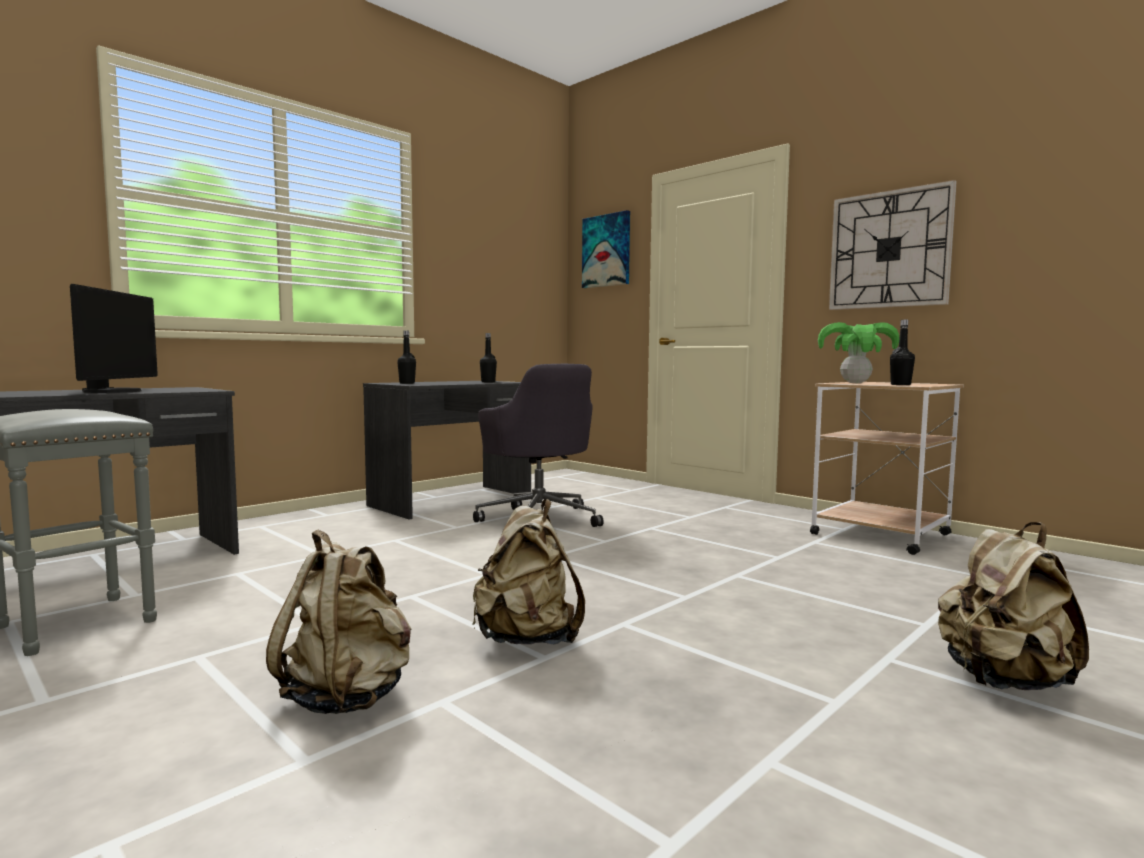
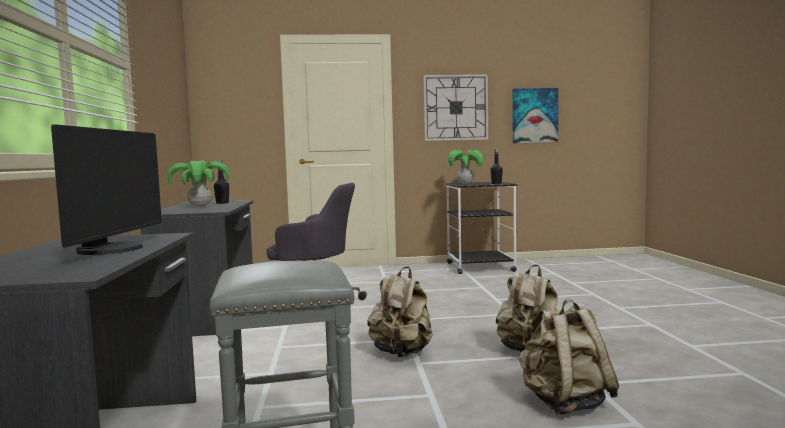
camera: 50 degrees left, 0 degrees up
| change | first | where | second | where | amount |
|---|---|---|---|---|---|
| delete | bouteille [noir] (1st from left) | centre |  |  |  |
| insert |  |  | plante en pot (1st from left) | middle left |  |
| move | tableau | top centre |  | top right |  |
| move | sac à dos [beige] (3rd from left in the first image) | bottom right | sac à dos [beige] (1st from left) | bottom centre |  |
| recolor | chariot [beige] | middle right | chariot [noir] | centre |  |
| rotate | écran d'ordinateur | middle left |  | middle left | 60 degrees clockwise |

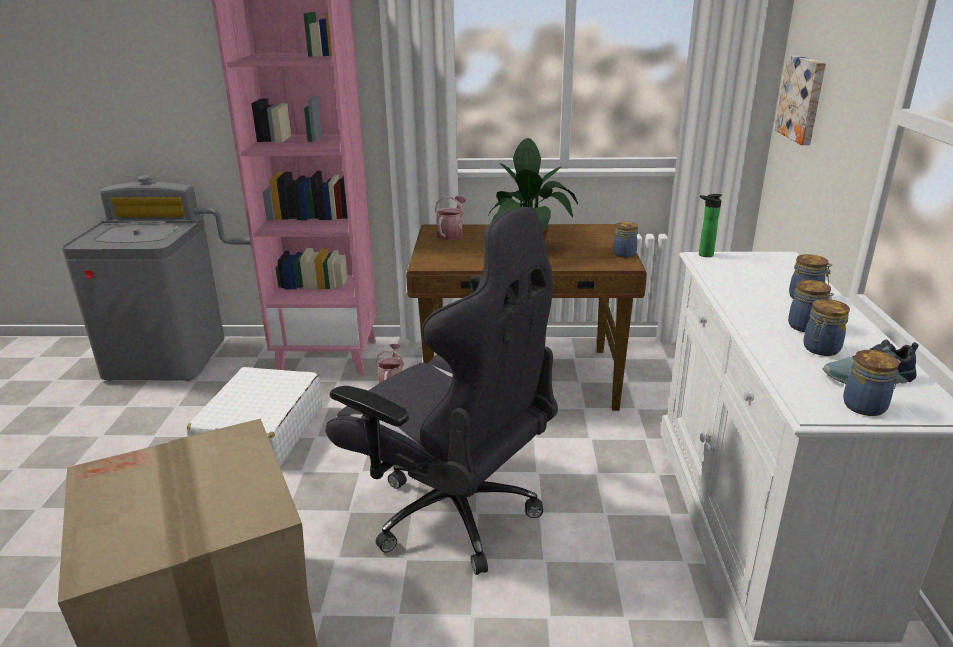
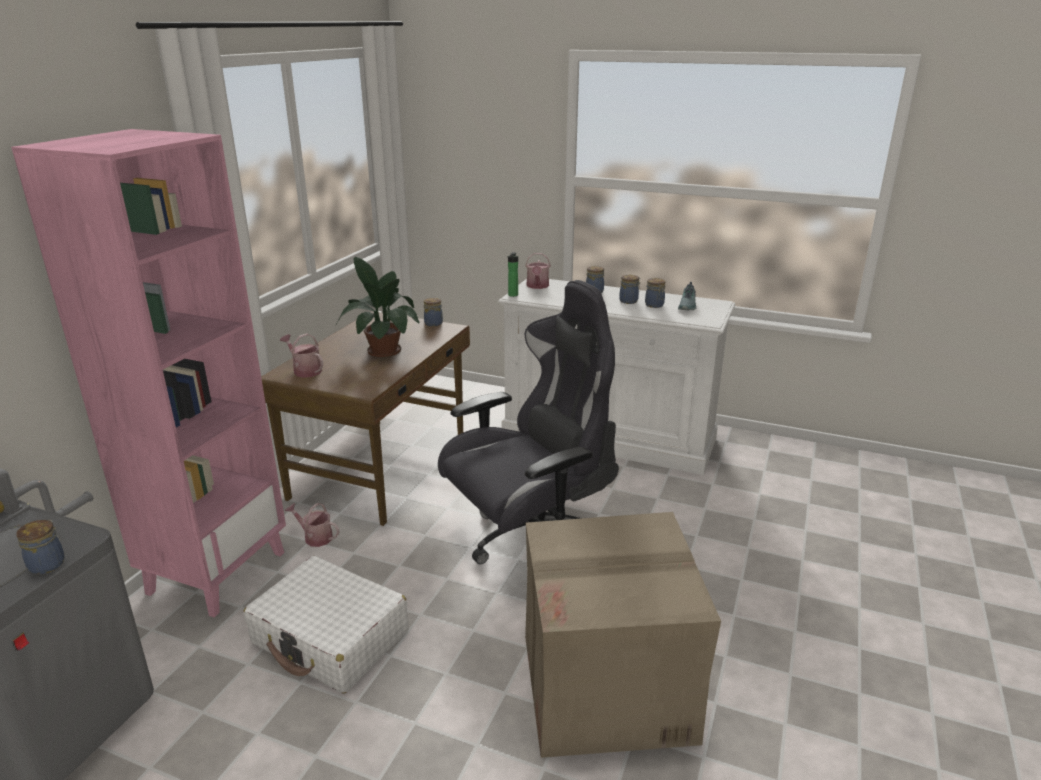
camera: 70 degrees left, 0 degrees up
| change | first | where | second | where | amount |
|---|---|---|---|---|---|
| delete | tableau | top right |  |  |  |
| insert |  |  | arrosoir (3rd from left) | centre |  |
| move | bocal (5th from left in the first image) | middle right | bocal (1st from left) | bottom left |  |

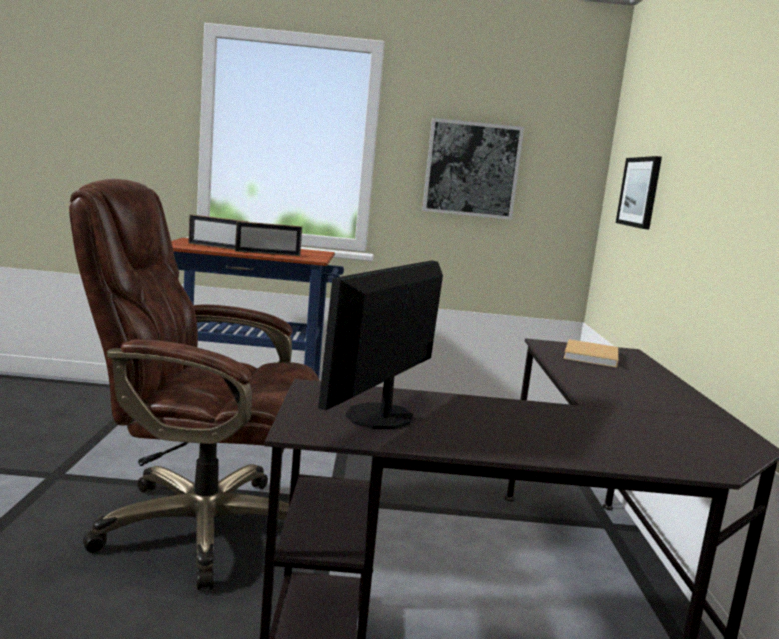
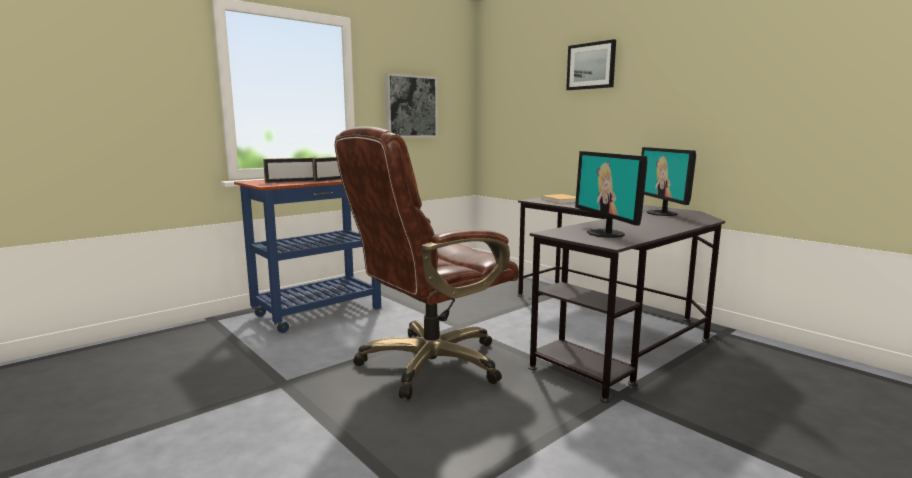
camera: 40 degrees left, 0 degrees up
| change | first | where | second | where | amount |
|---|---|---|---|---|---|
| insert |  |  | écran d'ordinateur (2nd from left) | middle right |  |
| move | tableau (2nd from left) | top right |  | top centre |  |

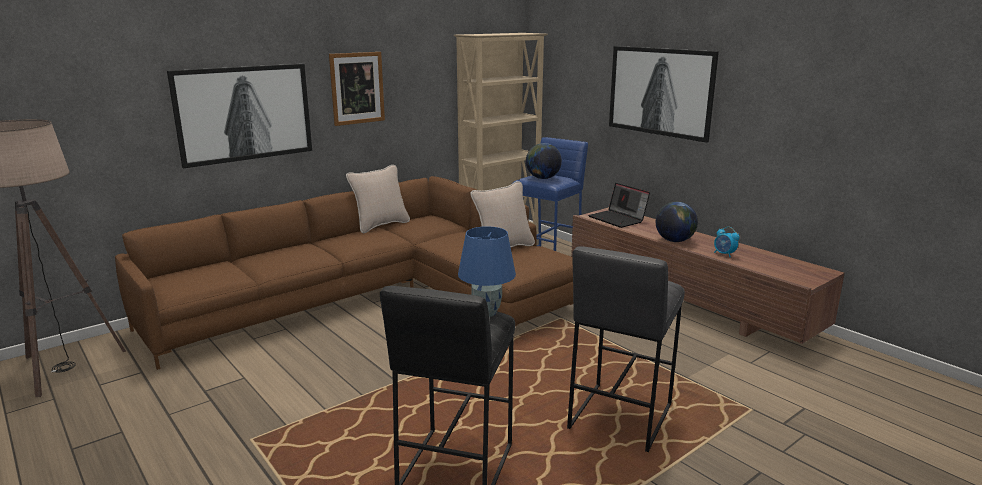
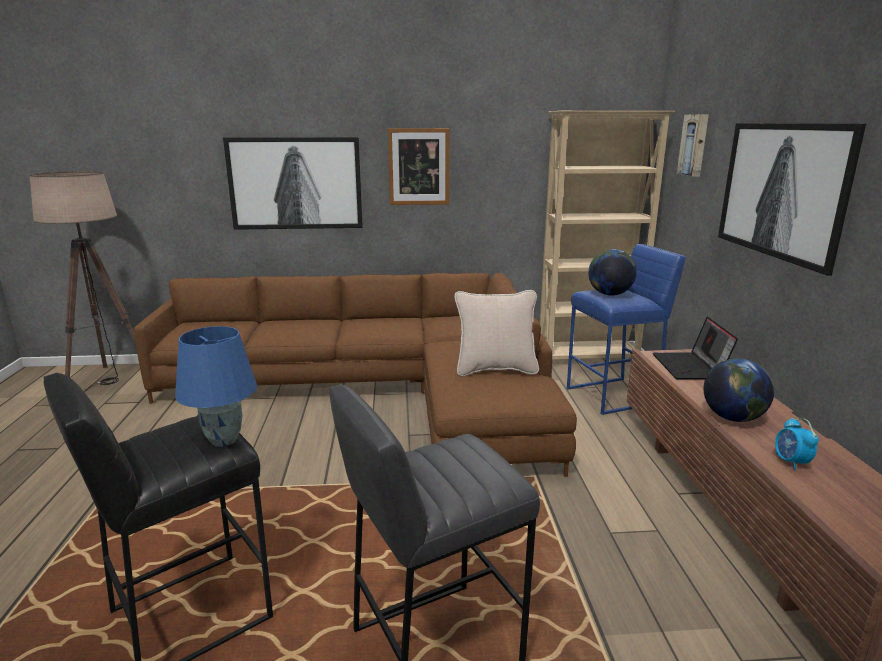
camera: 35 degrees right, 0 degrees up
| change | first | where | second | where | amount |
|---|---|---|---|---|---|
| delete | coussin [beige] (1st from left) | centre |  |  |  |
| insert |  |  | tableau (3rd from left) | top right |  |

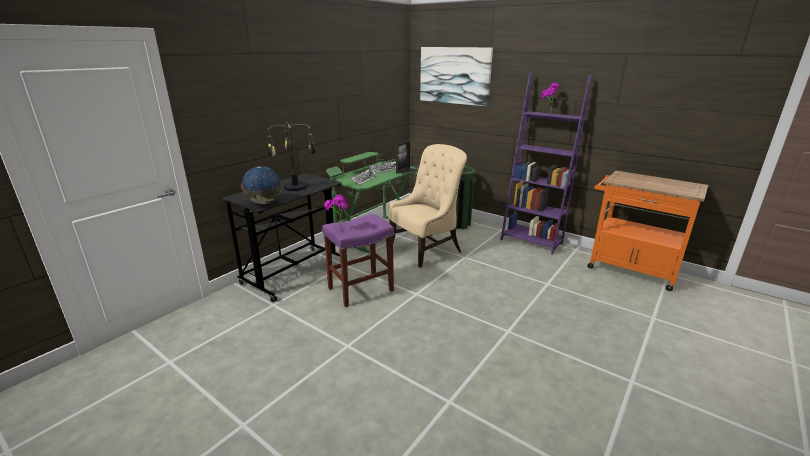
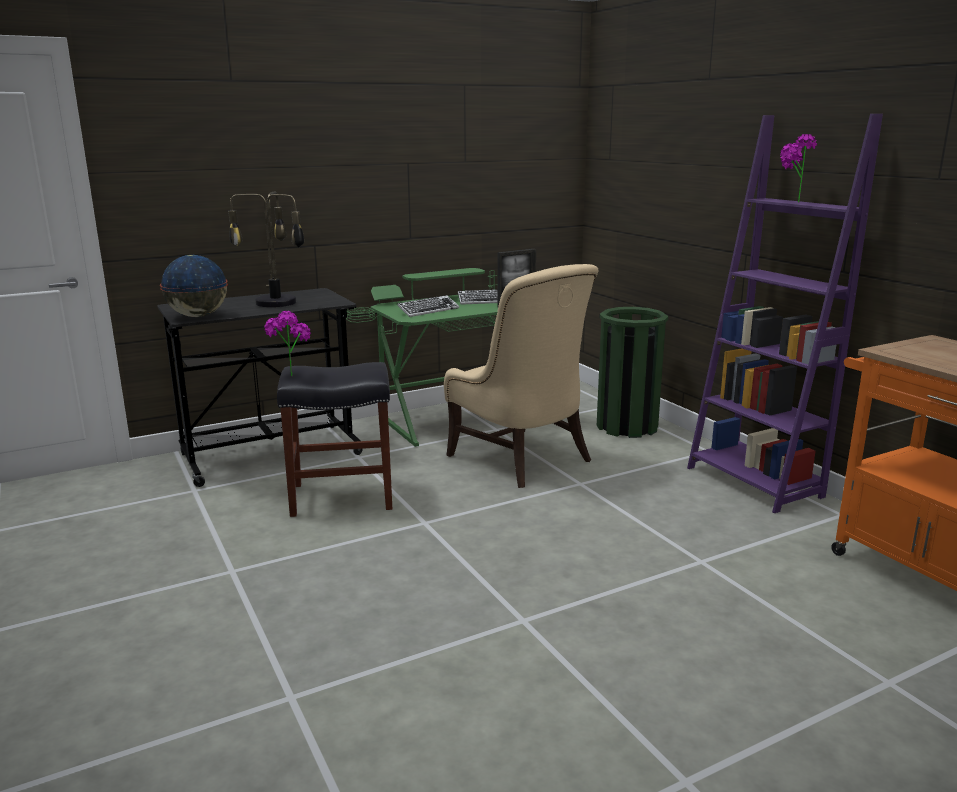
camera: 25 degrees right, 5 degrees down
| change | first | where | second | where | amount |
|---|---|---|---|---|---|
| delete | tableau | top centre |  |  |  |
| recolor | tabouret [violet] | centre | tabouret [noir] | centre |  |
| rotate | chaise [beige] | centre |  | centre | 60 degrees clockwise |

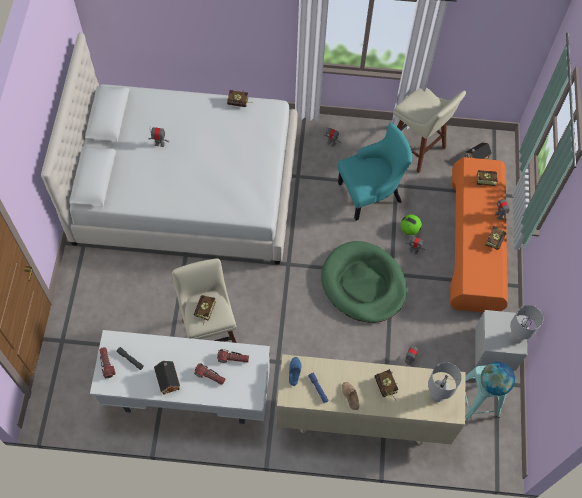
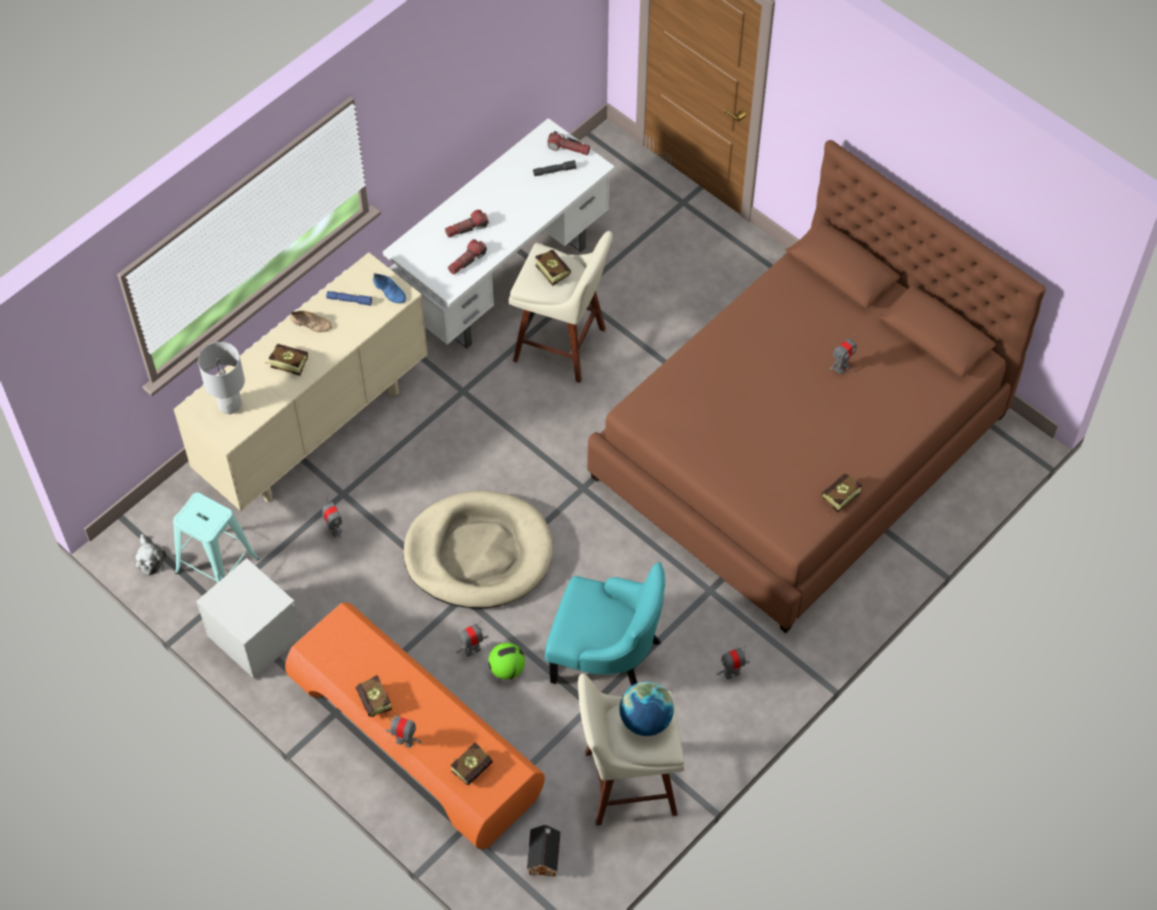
camera: 130 degrees right, 5 degrees down
| change | first | where | second | where | amount |
|---|---|---|---|---|---|
| delete | maison miniature (1st from left) | bottom left |  |  |  |
| delete | lampe de table [gris] (2nd from left) | middle right |  |  |  |
| insert |  |  | peluche | middle left |  |
| move | globe | bottom right |  | bottom centre |  |
| recolor | lit [blanc] | top left | lit [marron] | middle right |  |
| recolor | panier pour chien [vert] | centre | panier pour chien [beige] | centre |  |
| rotate | chaise [turquoise] | centre |  | bottom centre | 90 degrees counterclockwise |

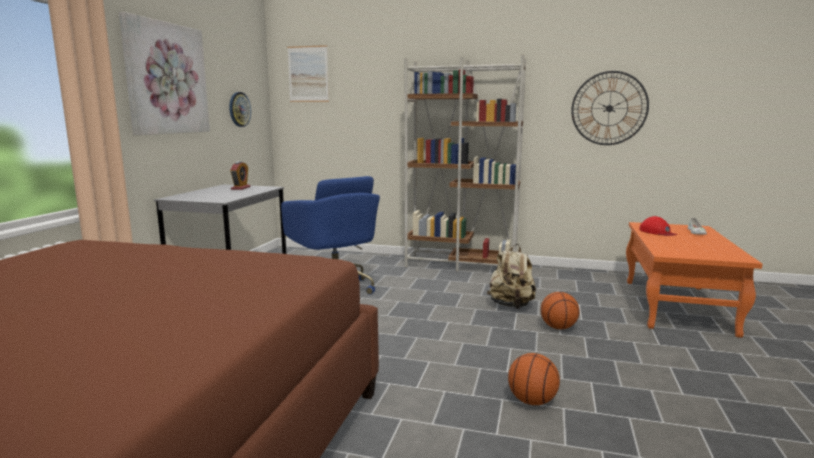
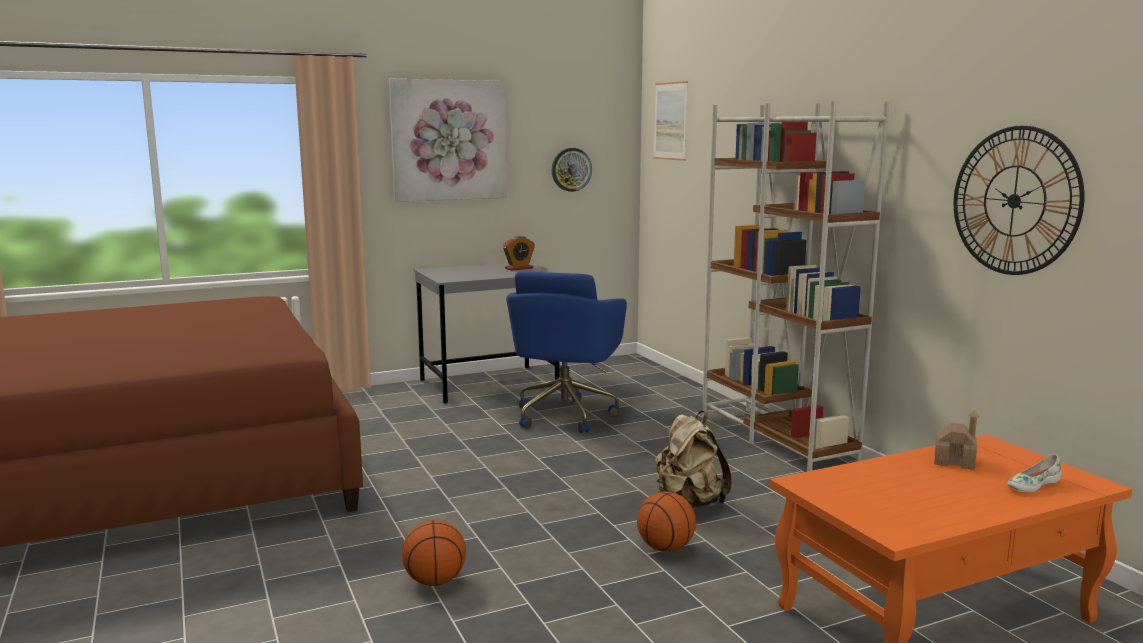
camera: 50 degrees right, 0 degrees up
| change | first | where | second | where | amount |
|---|---|---|---|---|---|
| replace | casquette [rouge] | middle right | maison miniature | bottom right |  |

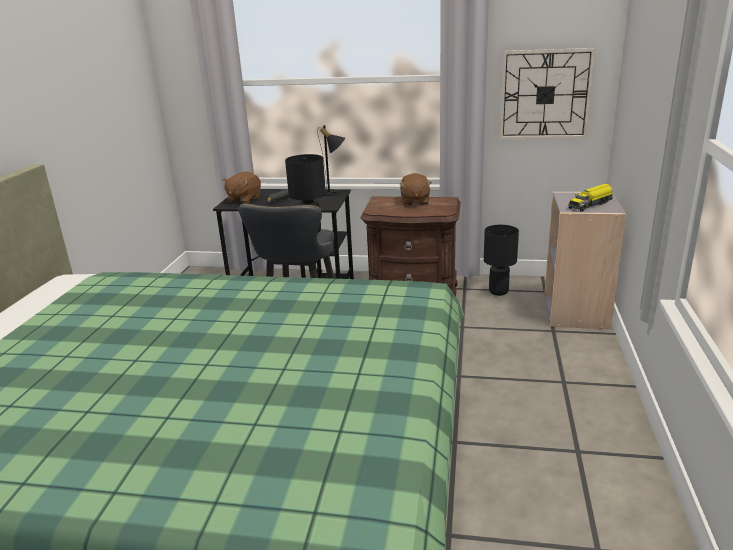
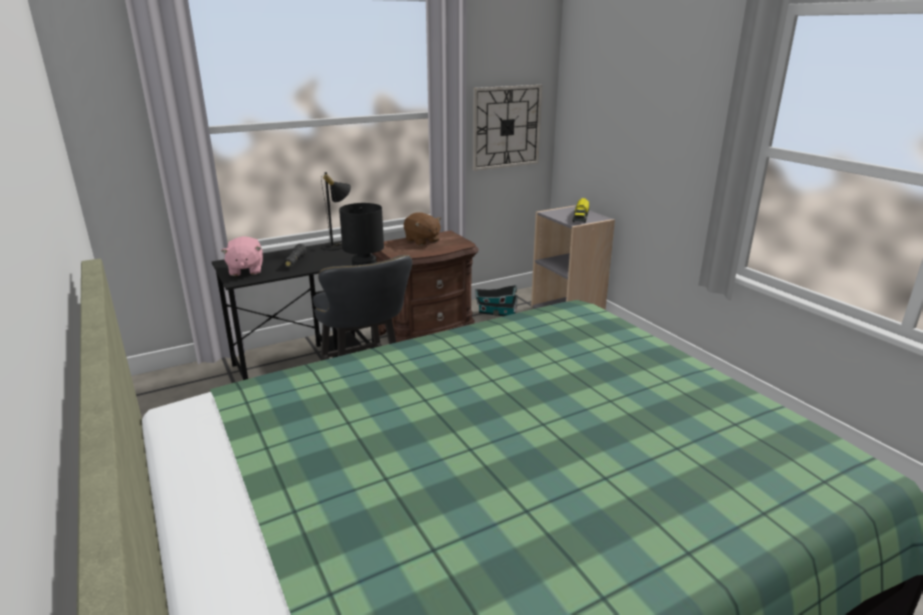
camera: 40 degrees left, 0 degrees up
| change | first | where | second | where | amount |
|---|---|---|---|---|---|
| replace | lampe de table [noir] (3rd from left) | middle right | maison miniature | centre |  |
| recolor | peluche [marron] (1st from left) | middle left | peluche [rose] | middle left |  |

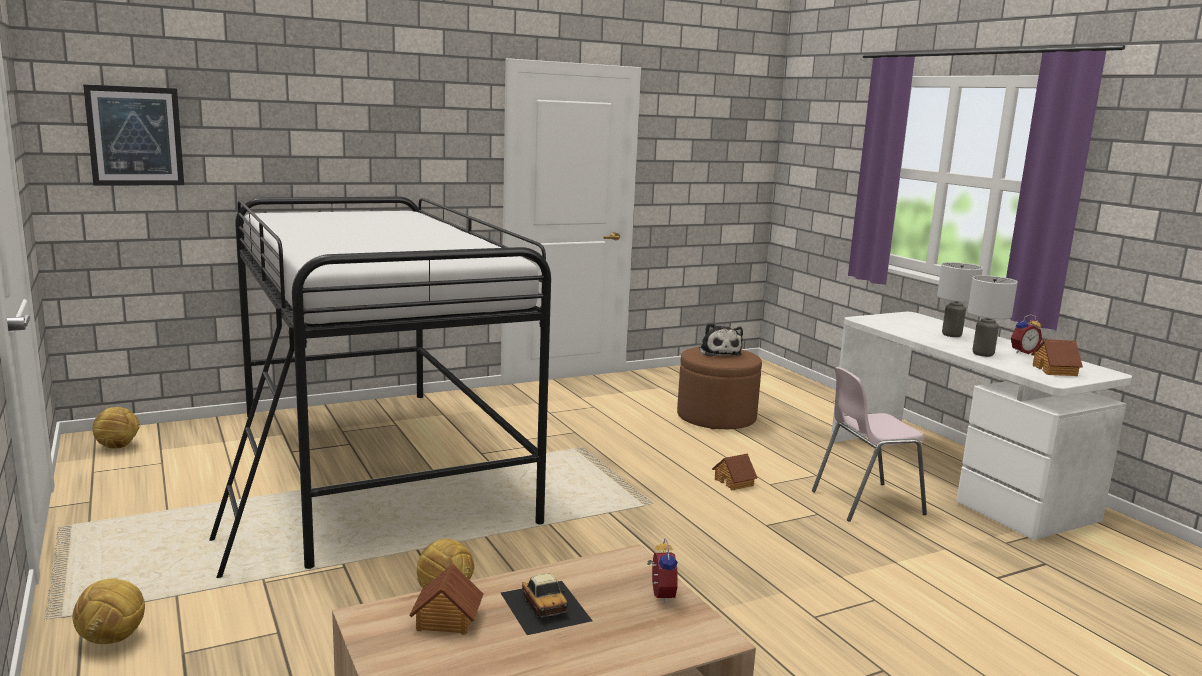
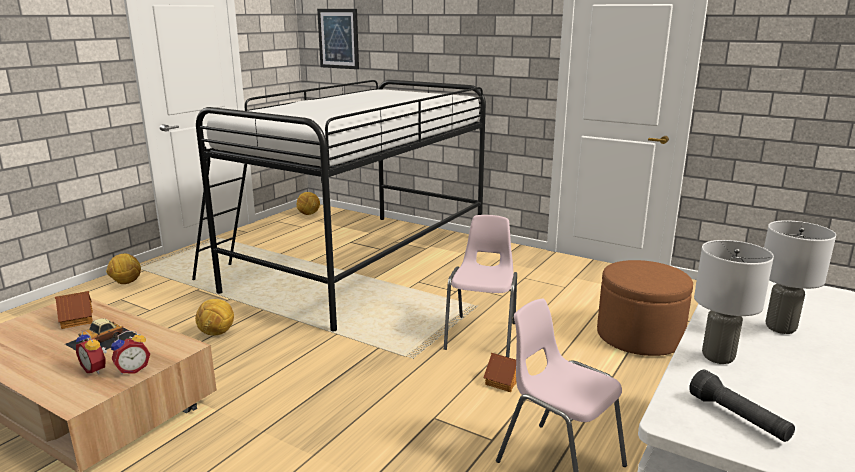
camera: 60 degrees right, 5 degrees up
| change | first | where | second | where | amount |
|---|---|---|---|---|---|
| delete | peluche | centre |  |  |  |
| insert |  |  | chaise [rose] (1st from left) | centre |  |
| move | réveil (2nd from left in the first image) | middle right | réveil (1st from left) | bottom left |  |
| replace | maison miniature (3rd from left) | middle right | lampe de poche [noir] | bottom right |  |

